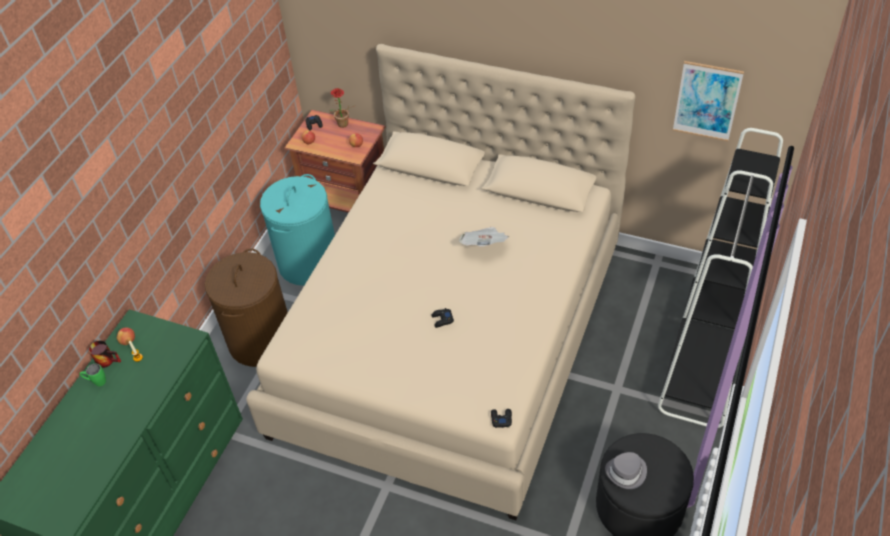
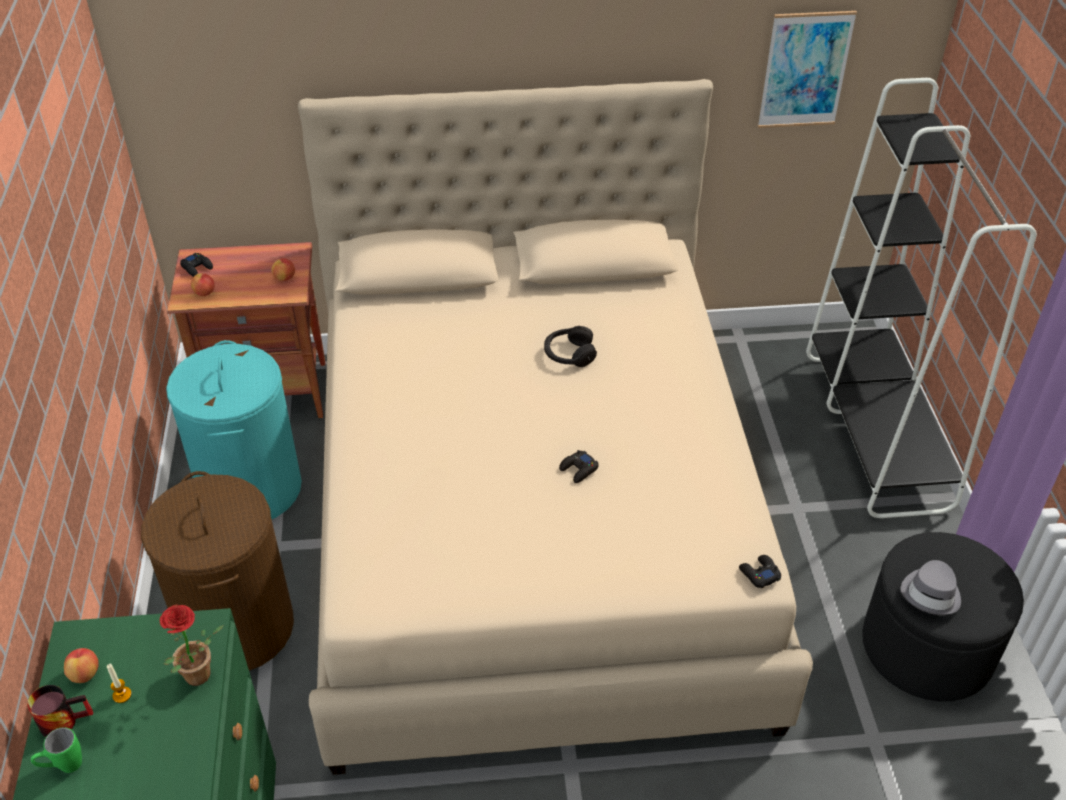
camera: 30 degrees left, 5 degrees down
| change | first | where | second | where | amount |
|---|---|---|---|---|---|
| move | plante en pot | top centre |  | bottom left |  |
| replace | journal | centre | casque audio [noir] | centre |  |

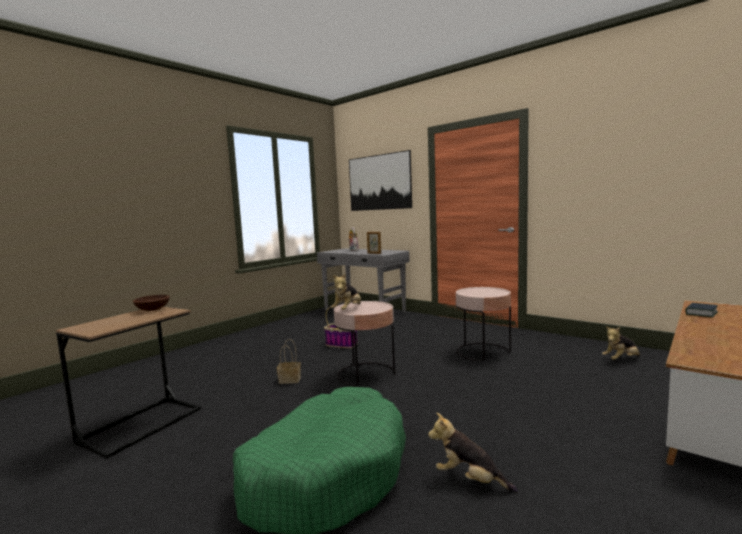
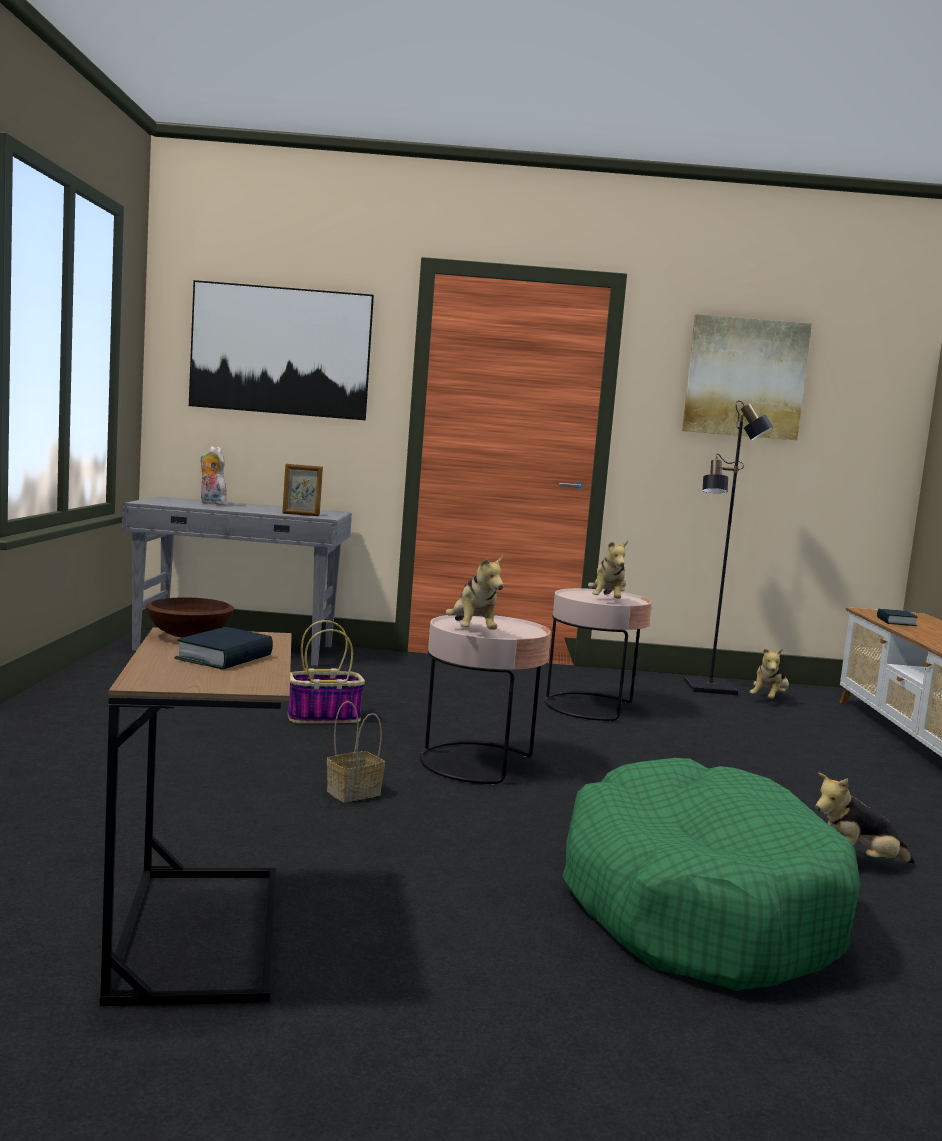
camera: 40 degrees left, 0 degrees up
| change | first | where | second | where | amount |
|---|---|---|---|---|---|
| insert |  |  | livre (1st from left) | middle left |  |
| insert |  |  | peluche (3rd from left) | centre |  |
| insert |  |  | tableau (2nd from left) | top right |  |
| insert |  |  | lampadaire [noir] | middle right |  |

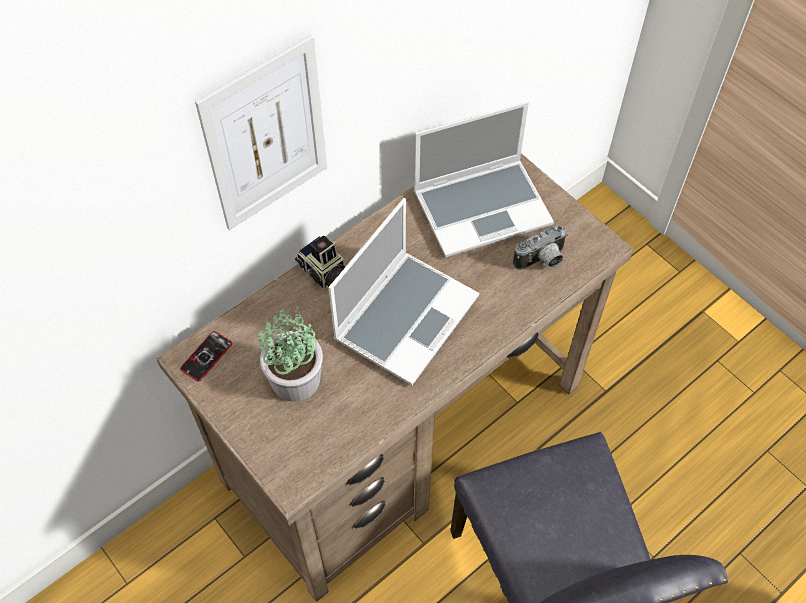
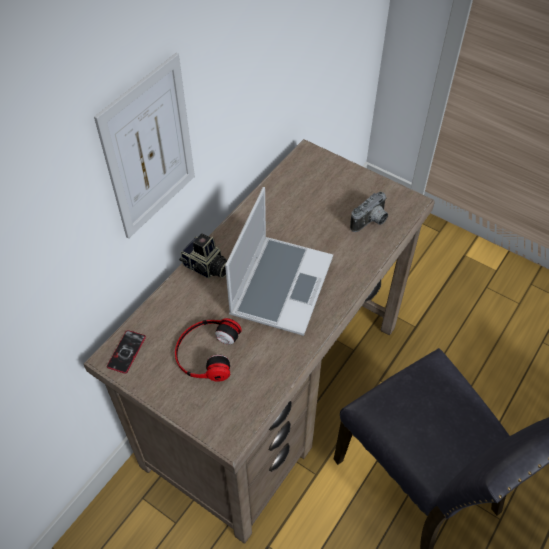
camera: 15 degrees left, 5 degrees down
| change | first | where | second | where | amount |
|---|---|---|---|---|---|
| delete | ordinateur portable (2nd from left) | top centre |  |  |  |
| replace | plante en pot | centre | casque audio | centre |  |

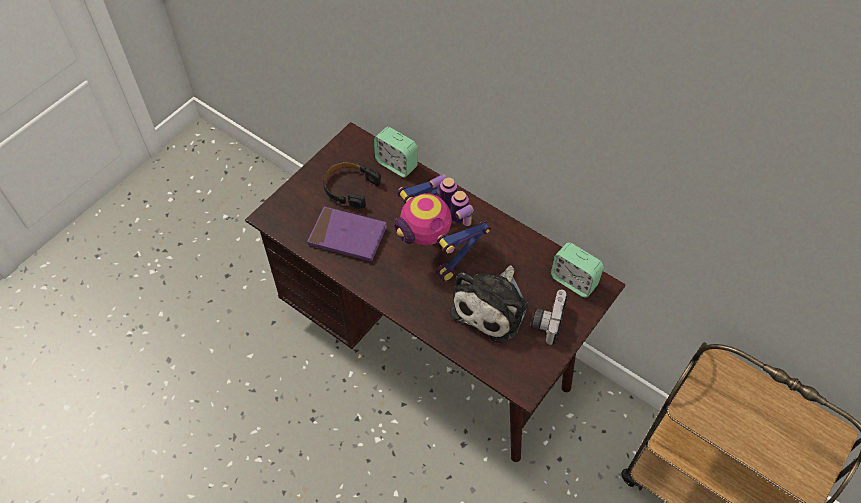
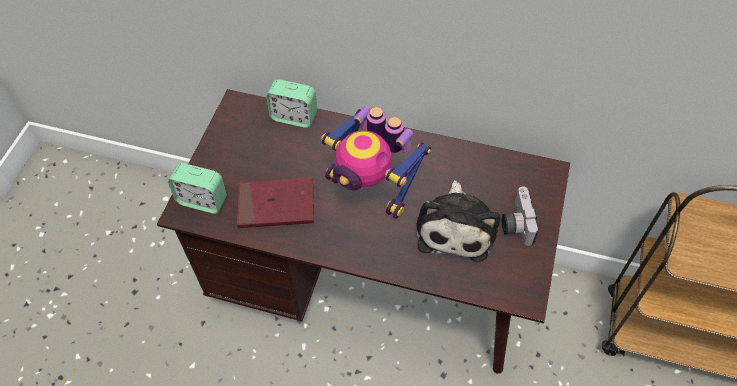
camera: 20 degrees left, 0 degrees up
| change | first | where | second | where | amount |
|---|---|---|---|---|---|
| delete | casque audio [noir] | centre |  |  |  |
| move | réveil (2nd from left in the first image) | middle right | réveil (1st from left) | middle left |  |
| recolor | livre [violet] | centre | livre [rouge] | centre |  |

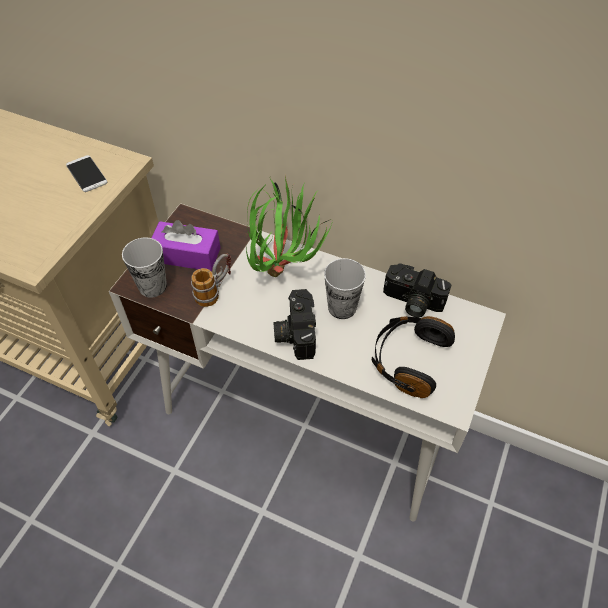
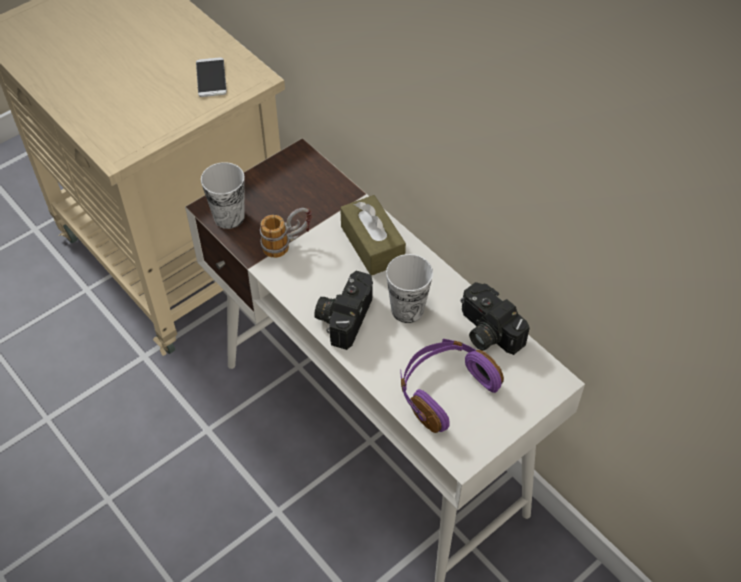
camera: 25 degrees right, 0 degrees up
| change | first | where | second | where | amount |
|---|---|---|---|---|---|
| delete | boîte à mouchoirs [violet] | middle left |  |  |  |
| replace | plante en pot | centre | boîte à mouchoirs [marron] | centre |  |
| recolor | casque audio [noir] | middle right | casque audio [violet] | centre |  |

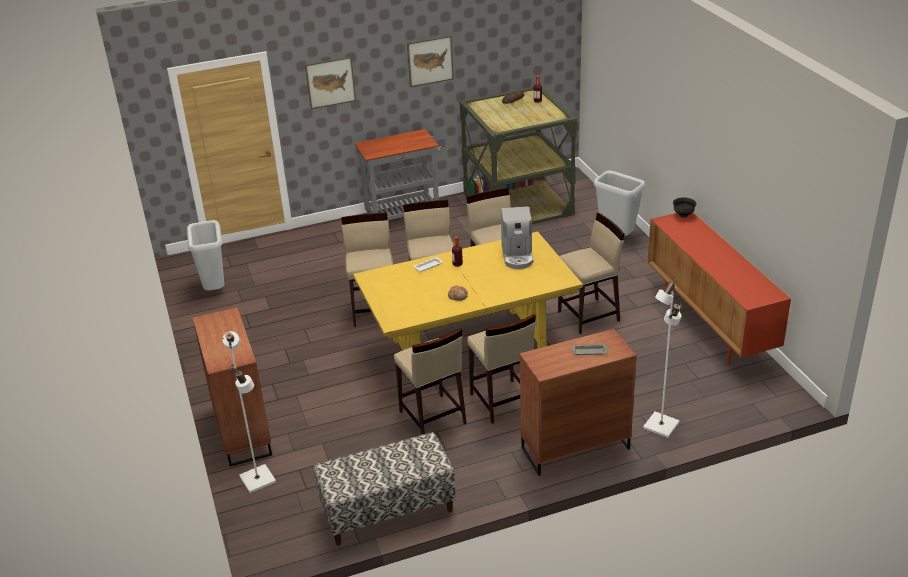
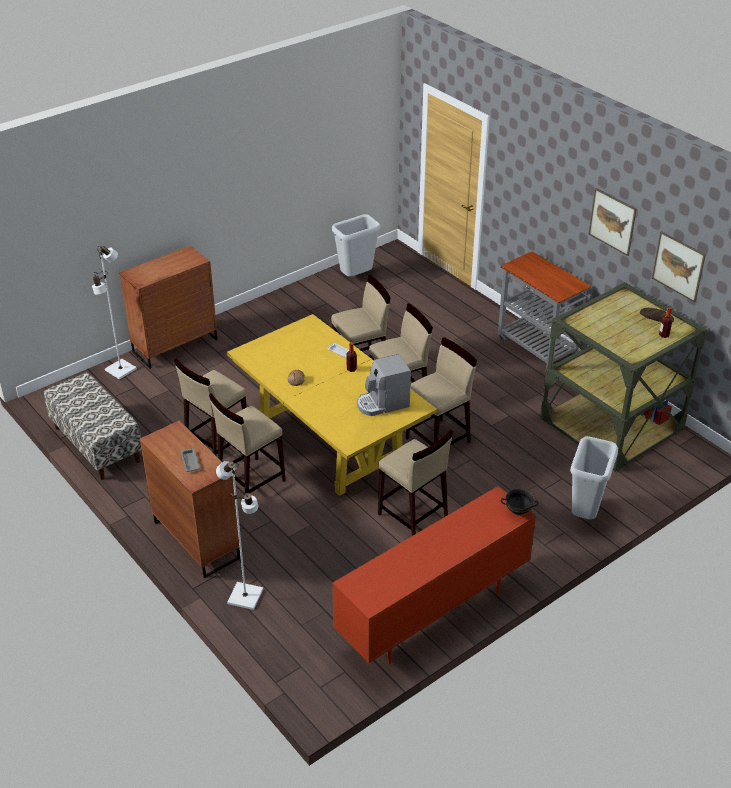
camera: 70 degrees right, 5 degrees up
| change | first | where | second | where | amount |
|---|---|---|---|---|---|
| move | tableau (1st from left in the first image) | top centre | tableau (2nd from left) | middle right |  |

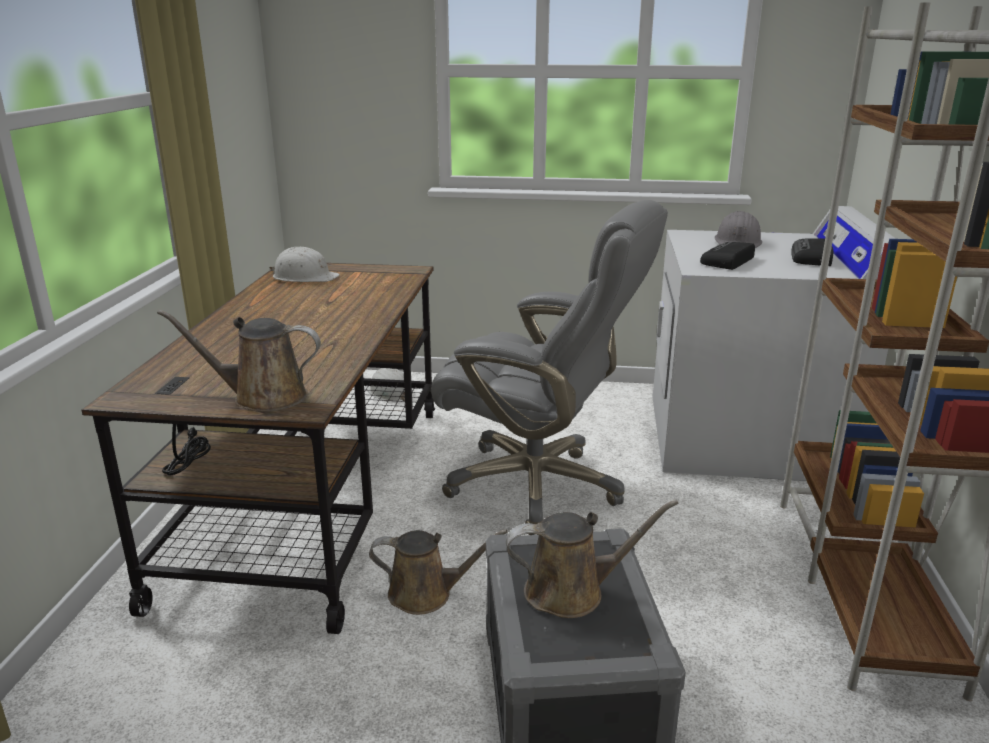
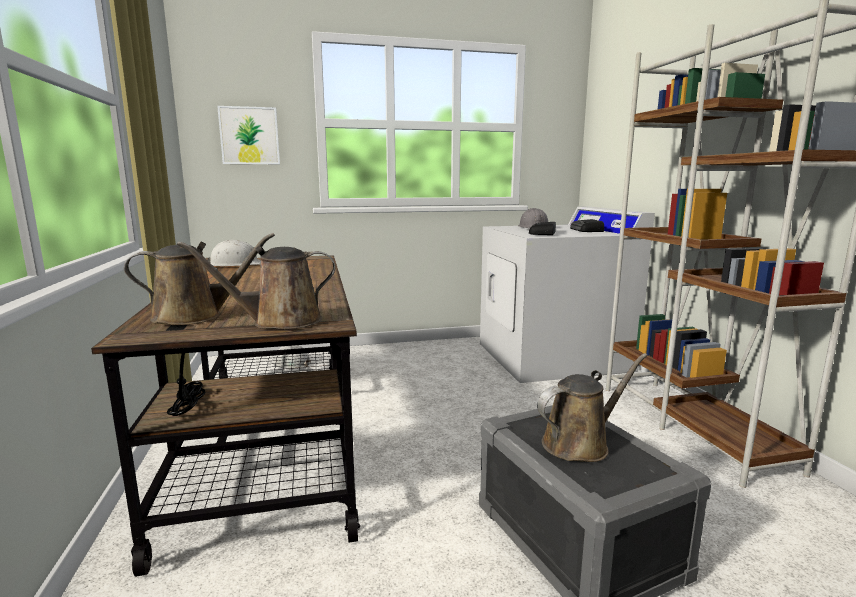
camera: 20 degrees left, 10 degrees down
| change | first | where | second | where | amount |
|---|---|---|---|---|---|
| delete | chaise de bureau [gris] | centre |  |  |  |
| insert |  |  | tableau | top left |  |
| move | arrosoir [marron] (2nd from left in the first image) | bottom centre | arrosoir [marron] (1st from left) | middle left |  |

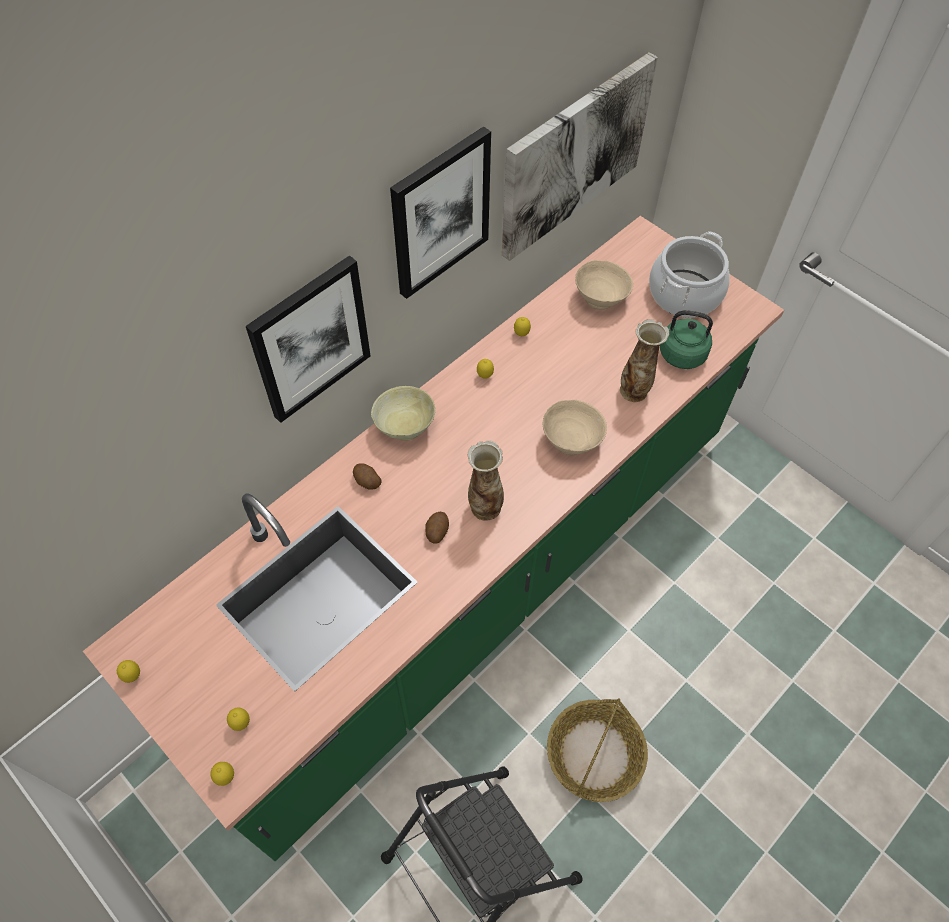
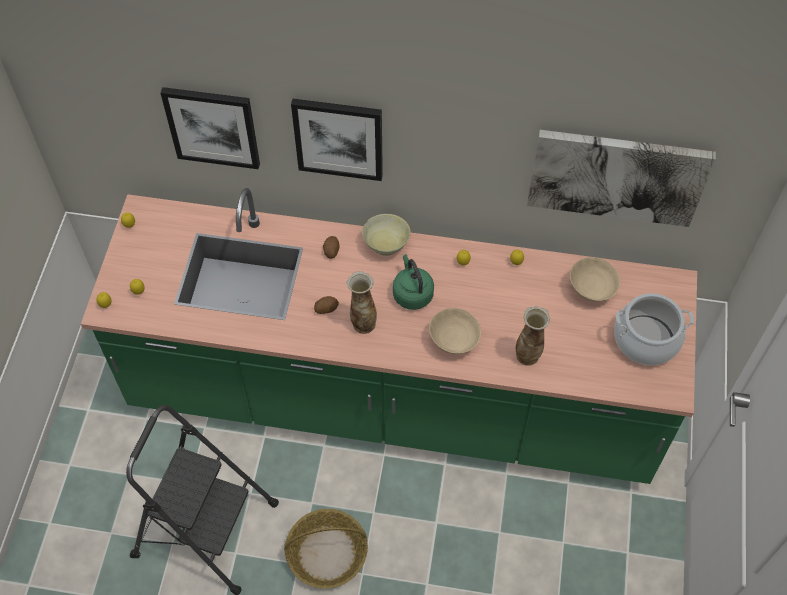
camera: 55 degrees right, 0 degrees up
| change | first | where | second | where | amount |
|---|---|---|---|---|---|
| move | tableau (2nd from left in the first image) | top centre | tableau (1st from left) | top left |  |
| move | bouilloire [vert] | middle right |  | centre |  |

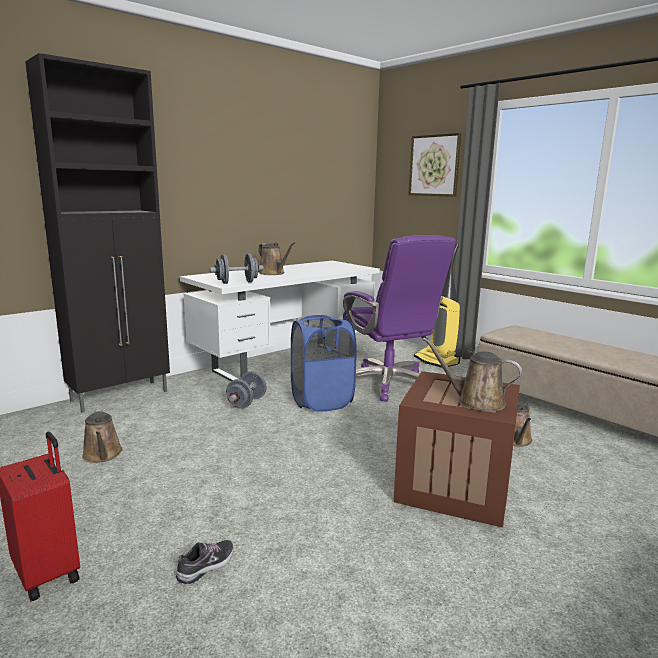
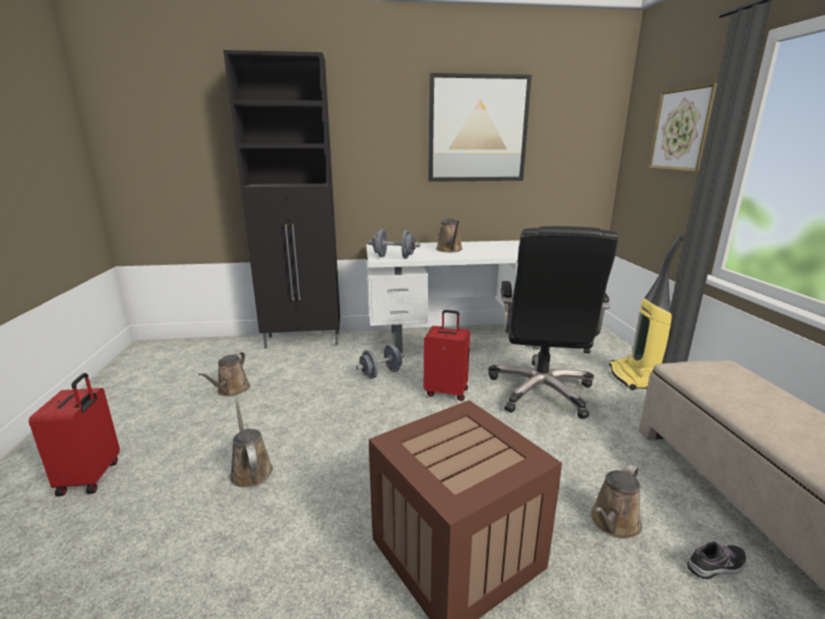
camera: 35 degrees right, 5 degrees up
| change | first | where | second | where | amount |
|---|---|---|---|---|---|
| insert |  |  | tableau (1st from left) | top centre |  |
| move | chaussure | bottom left |  | bottom right |  |
| move | arrosoir [marron] (3rd from left in the first image) | middle right | arrosoir [marron] (2nd from left) | bottom left |  |
| replace | panier à linge [bleu] | centre | valise [rouge] (2nd from left) | centre |  |
| recolor | chaise de bureau [violet] | centre | chaise de bureau [noir] | middle right |  |

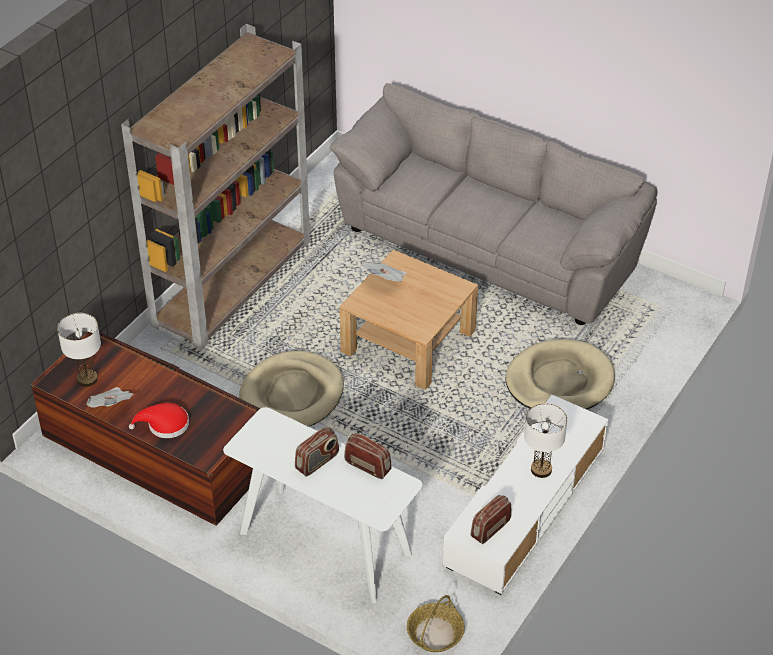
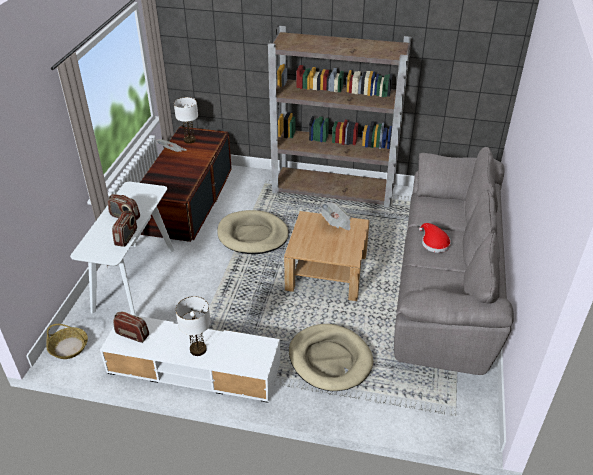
camera: 70 degrees right, 5 degrees down
| change | first | where | second | where | amount |
|---|---|---|---|---|---|
| move | chapeau [rouge] | middle left |  | middle right |  |

